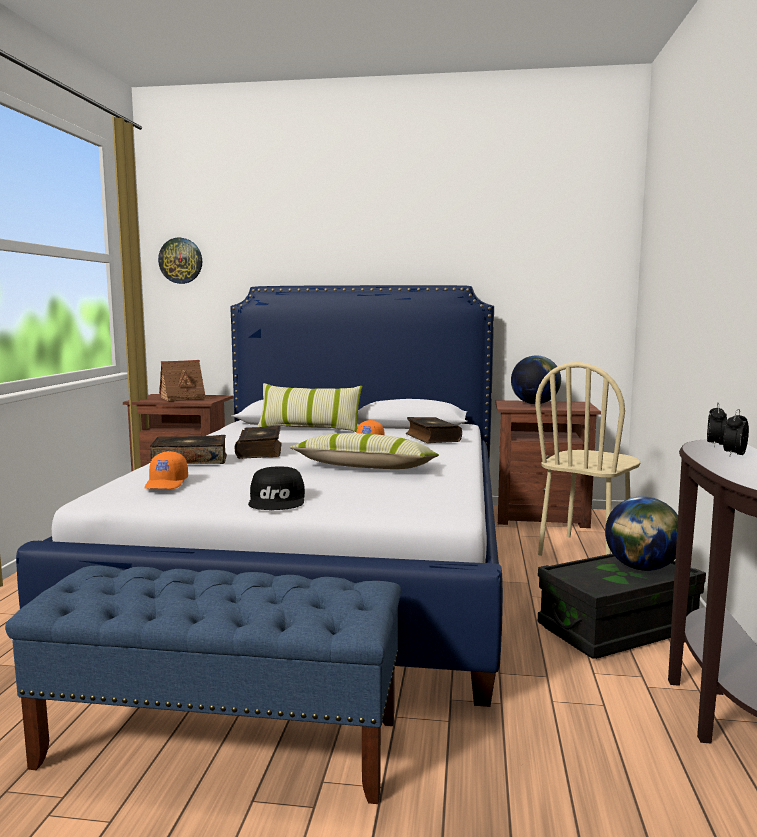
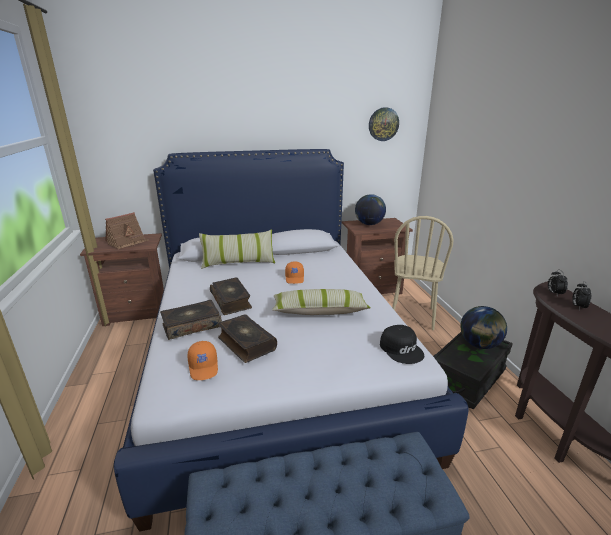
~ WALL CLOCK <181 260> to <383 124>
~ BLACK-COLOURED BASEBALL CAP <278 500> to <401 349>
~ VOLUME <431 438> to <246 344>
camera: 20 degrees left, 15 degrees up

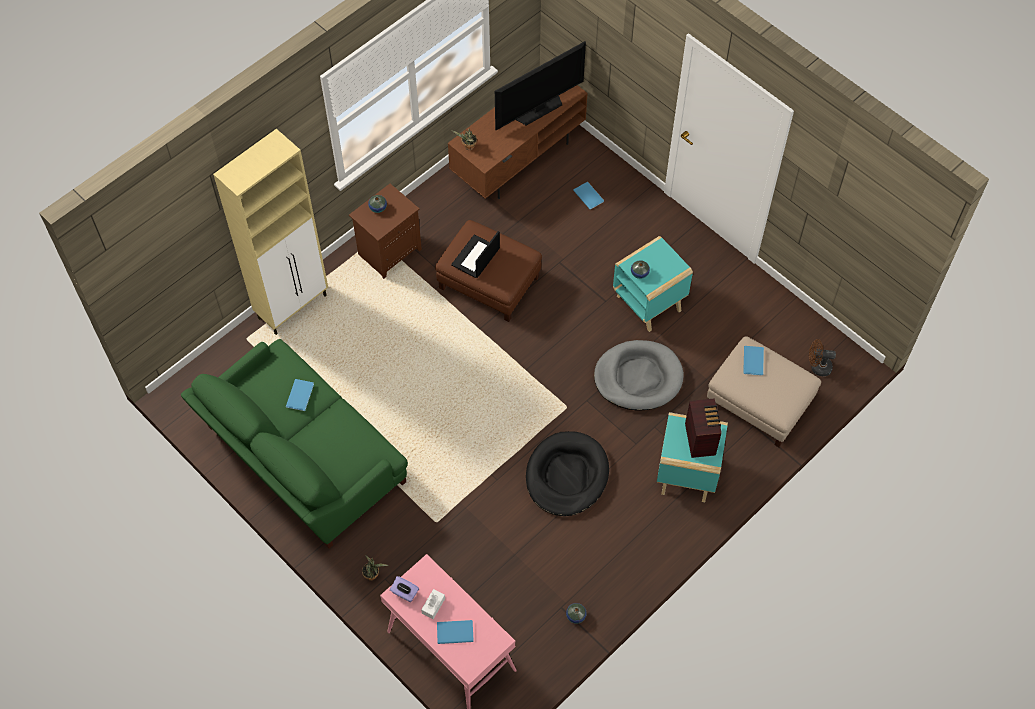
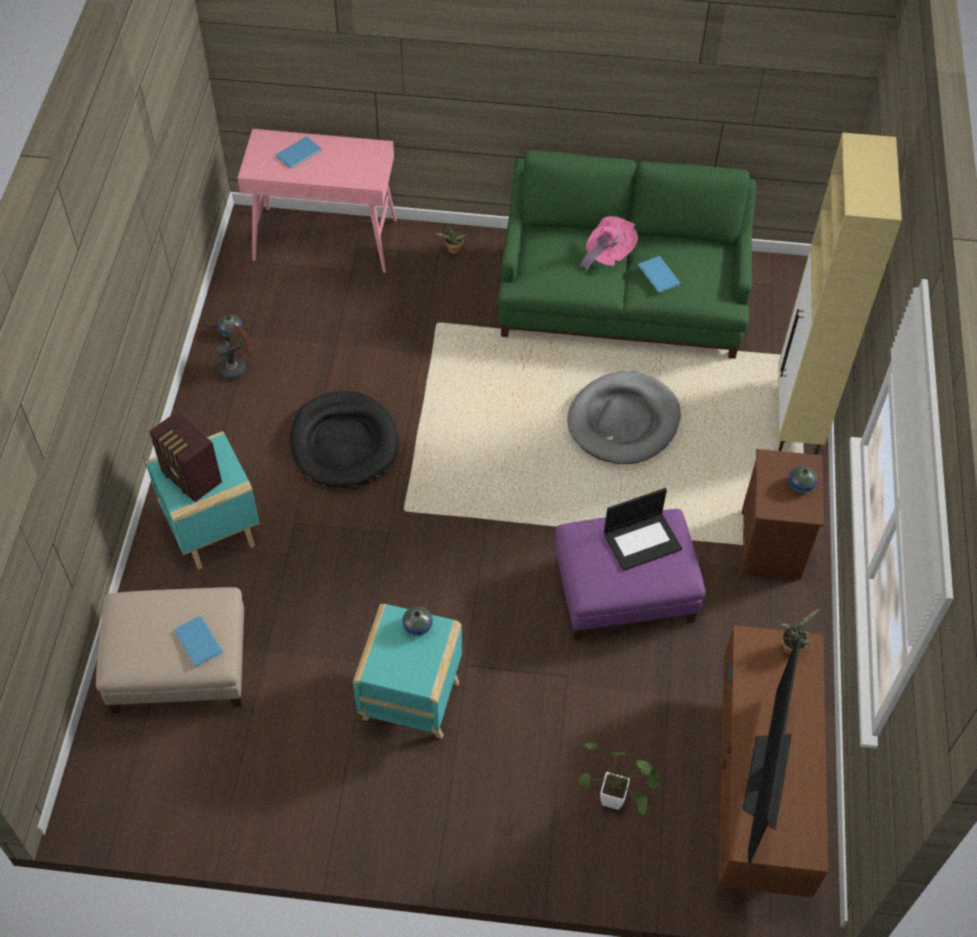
- PURPLE TISSUE BOX <404 593>
- WHITISH TISSUE BOX <433 606>
~ BROWN-COLOURED FOOTREST <488 282> to PURPLE FOOTREST <624 589>
~ NOTEBOOK COMPUTER <476 257> = <642 540> 75 degrees clockwise
~ BLUE VOLUME <588 195> to HOUSEPLANT <617 802>
~ GREYISH PET BED <638 377> to <623 421>
~ BROWN-COLOURED ELECTRIC FAN <817 367> to <237 368>
+ PINK CLOTHING HAT <607 254>
camera: 140 degrees right, 5 degrees down

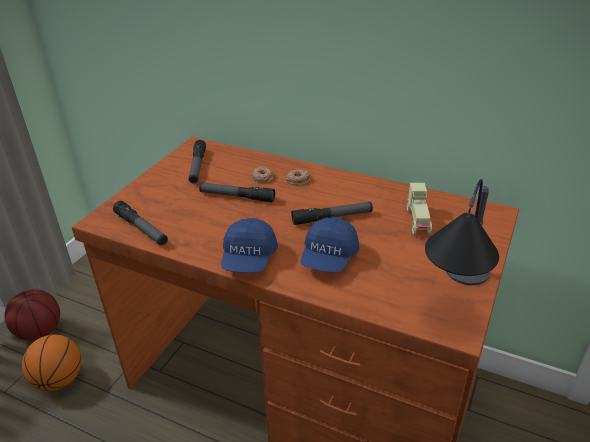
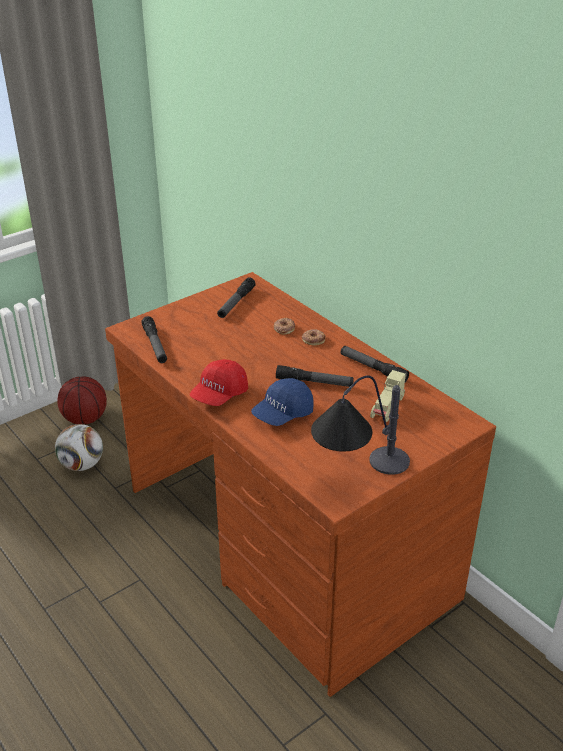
~ BALL FOR BASKETBALL <59 380> to FOOTBALL <82 465>
~ FLASHLIGHT <237 197> to <373 368>
~ BLUE BASEBALL CAP <249 259> to RED-COLOURED BASEBALL CAP <219 395>
camera: 25 degrees right, 0 degrees up

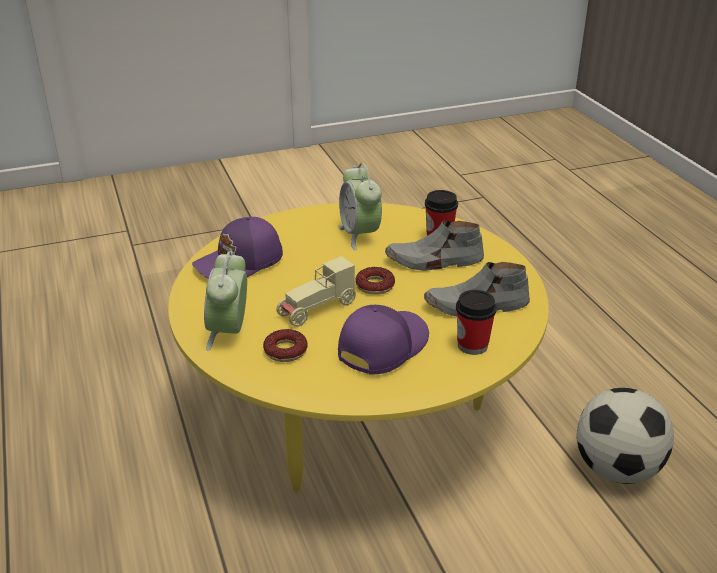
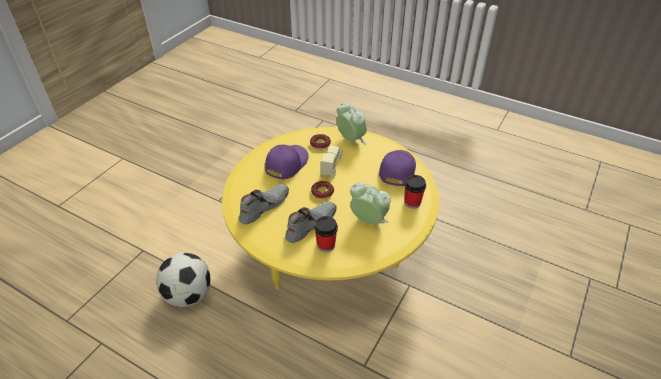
~ PURPLE BASEBALL CAP <381 347> = <286 164> 150 degrees counterclockwise
~ DRINKING CUP <472 345> to <412 203>
camera: 140 degrees right, 10 degrees up

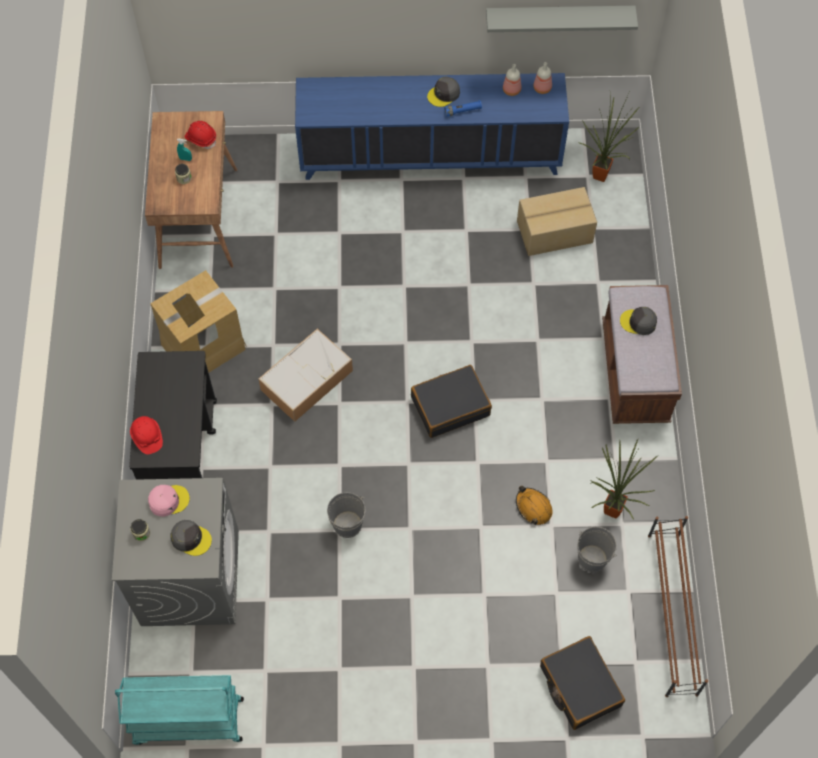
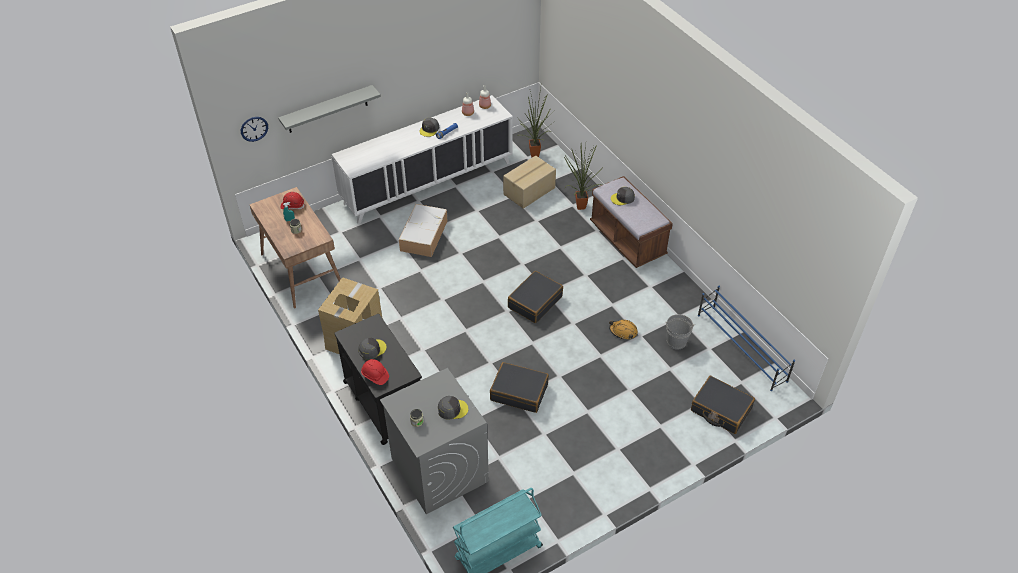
- PINK BASEBALL CAP <168 500>
~ STORAGE BOX <307 379> to <424 235>
~ BLUE CABINET <430 156> to WHITISH CABINET <427 183>
~ GREYISH PAIL <347 524> to BLACK-COLOURED SUITCASE <519 392>
~ GREYISH BRACKET SHELF <559 17> to <327 109>
~ HOUSEPLANT <609 509> to <578 206>
~ BROWN-COLOURED SHOE STAND <672 614> to BLUE SHOE STAND <741 348>
+ WALL CLOCK <254 128>
+ GREYISH BASEBALL CAP <372 349>
camera: 30 degrees left, 15 degrees down

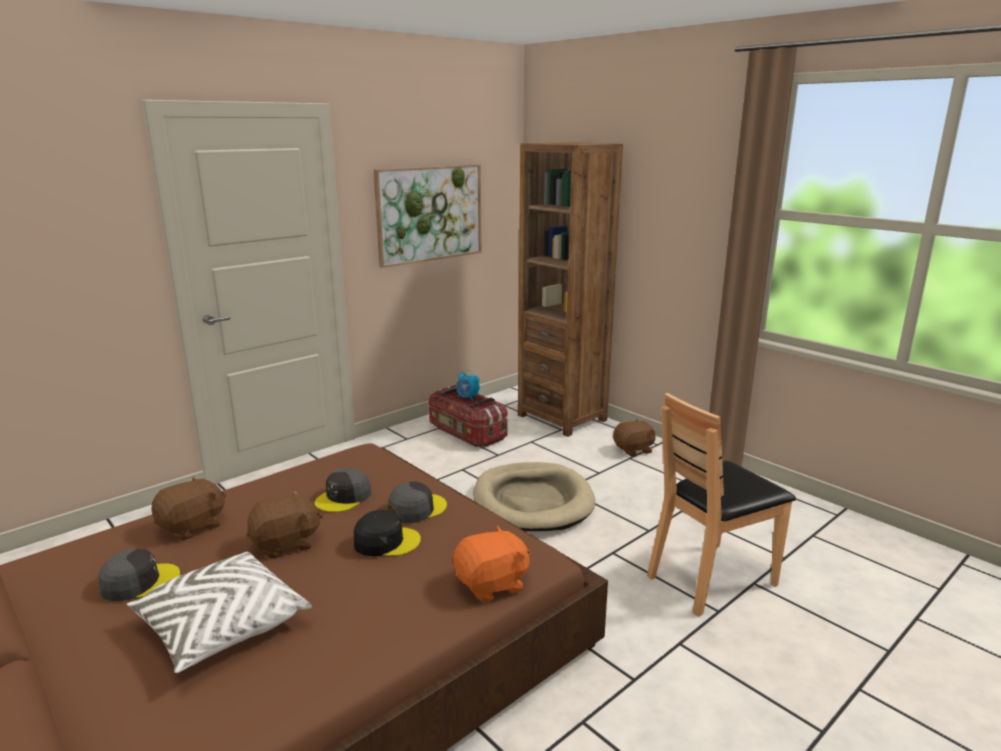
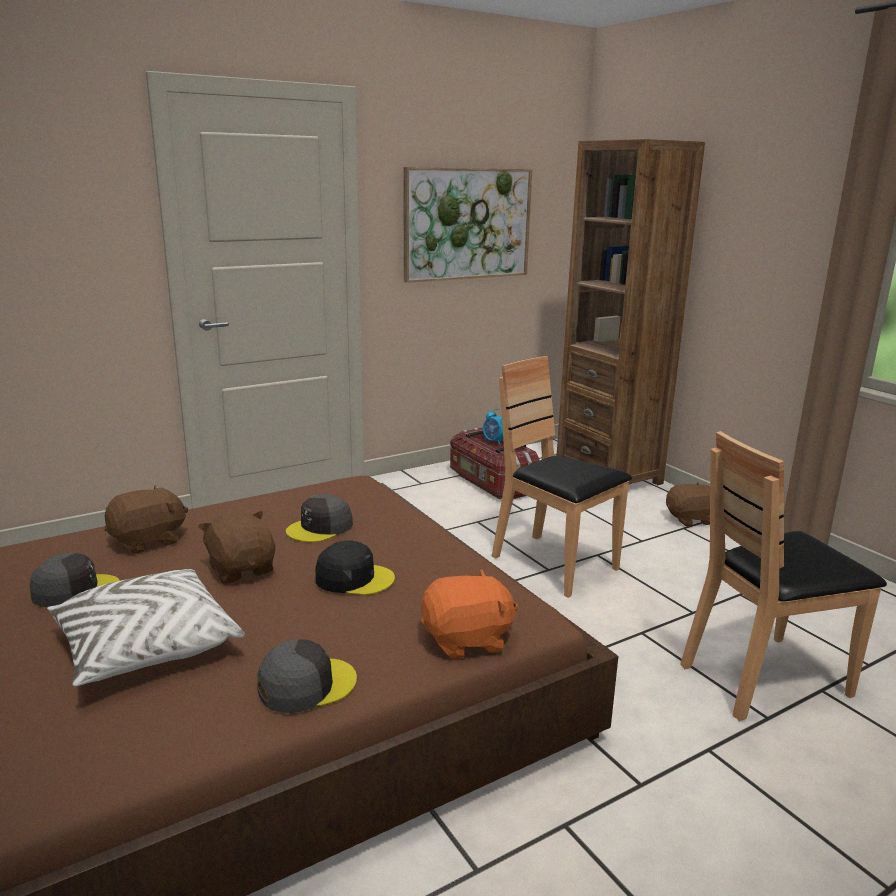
~ BROWN-COLOURED PLUSH TOY <286 544> = <242 569> 105 degrees counterclockwise
~ GREYISH BASEBALL CAP <416 509> to <306 685>
~ BEIGE-COLOURED PET BED <533 501> to BROWN-COLOURED CHAIR <554 564>
camera: 10 degrees right, 0 degrees up

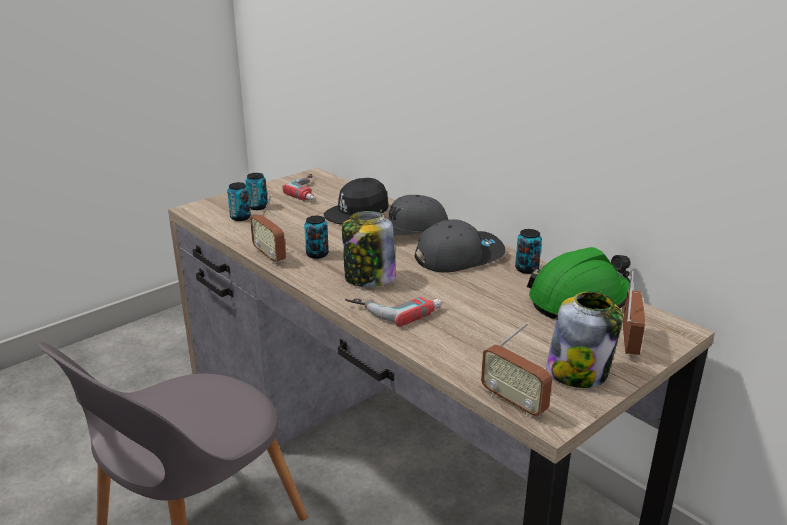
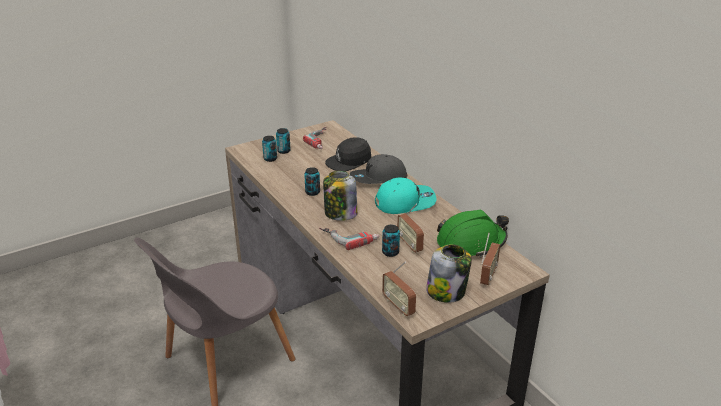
~ RADIO SET <269 256> to <410 245>
~ GREYISH BASEBALL CAP <459 256> to BLUE-GREEN BASEBALL CAP <405 202>
~ CAN <526 269> to <390 252>
camera: 10 degrees right, 5 degrees up

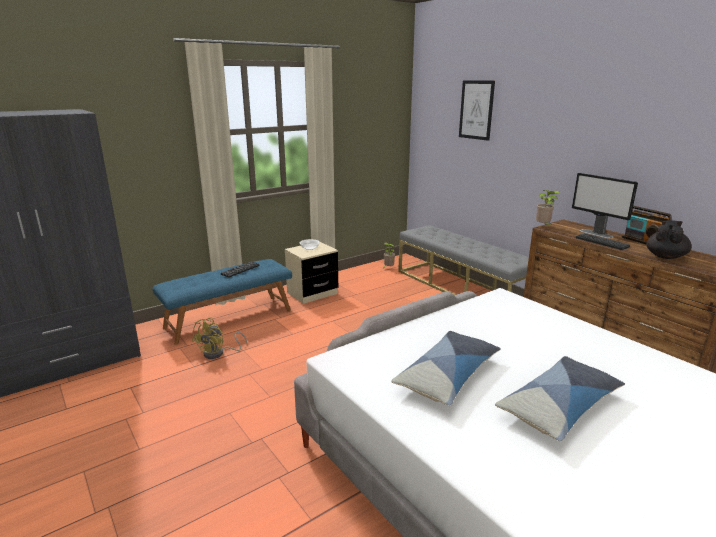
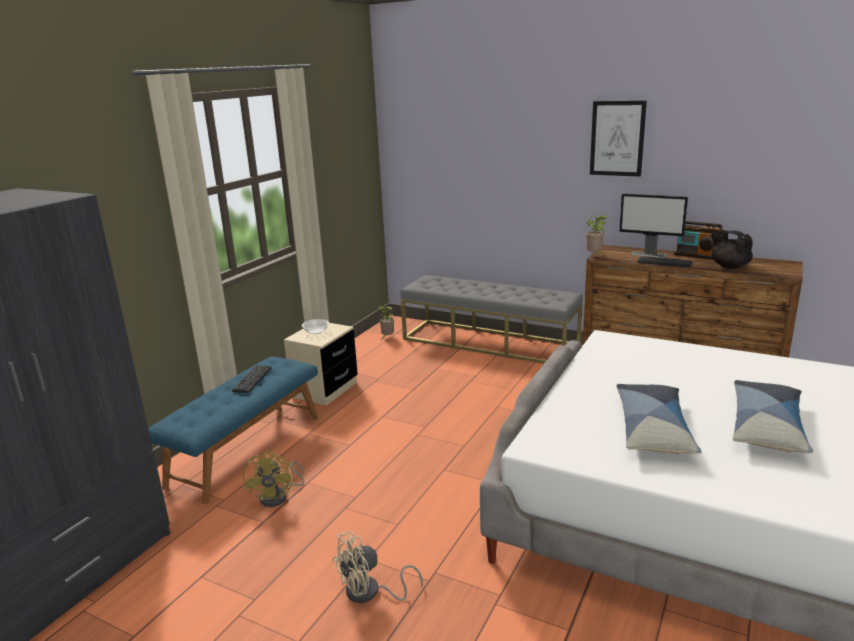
~ PICTURE <476 110> to <617 138>
~ BLACK-COLOURED TEAPOT <665 256> = <729 266> 45 degrees counterclockwise
+ BEIGE-COLOURED ELECTRIC FAN <370 593>
camera: 25 degrees left, 0 degrees up

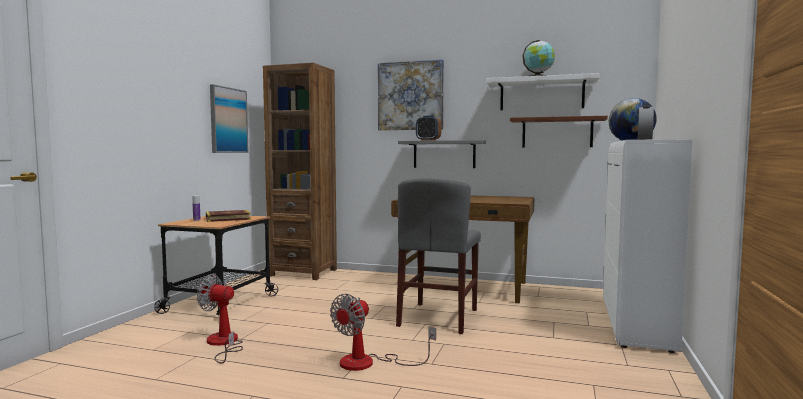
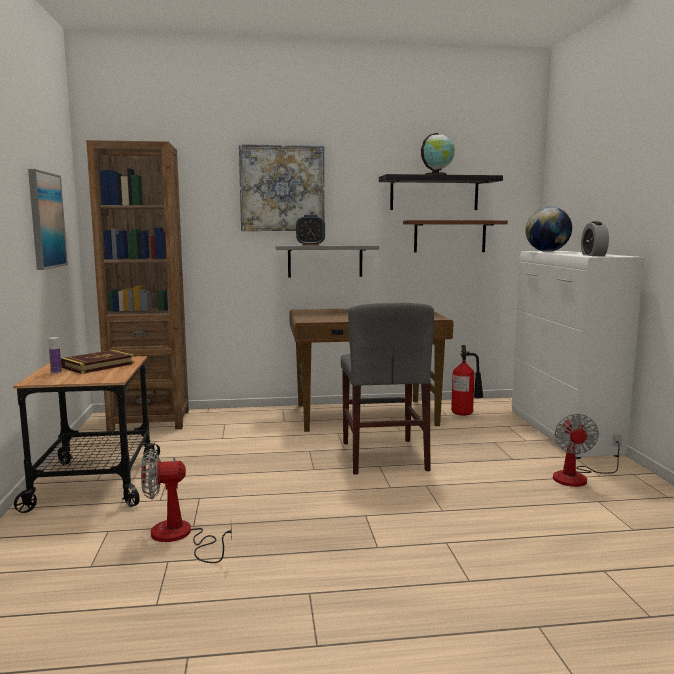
~ ELECTRIC FAN <369 363> to <578 477>
~ WHITISH BRACKET SHELF <541 94> to BLACK-COLOURED BRACKET SHELF <434 193>
+ FIRE-FIGHTING CYLINDER <465 414>
camera: 25 degrees left, 5 degrees up

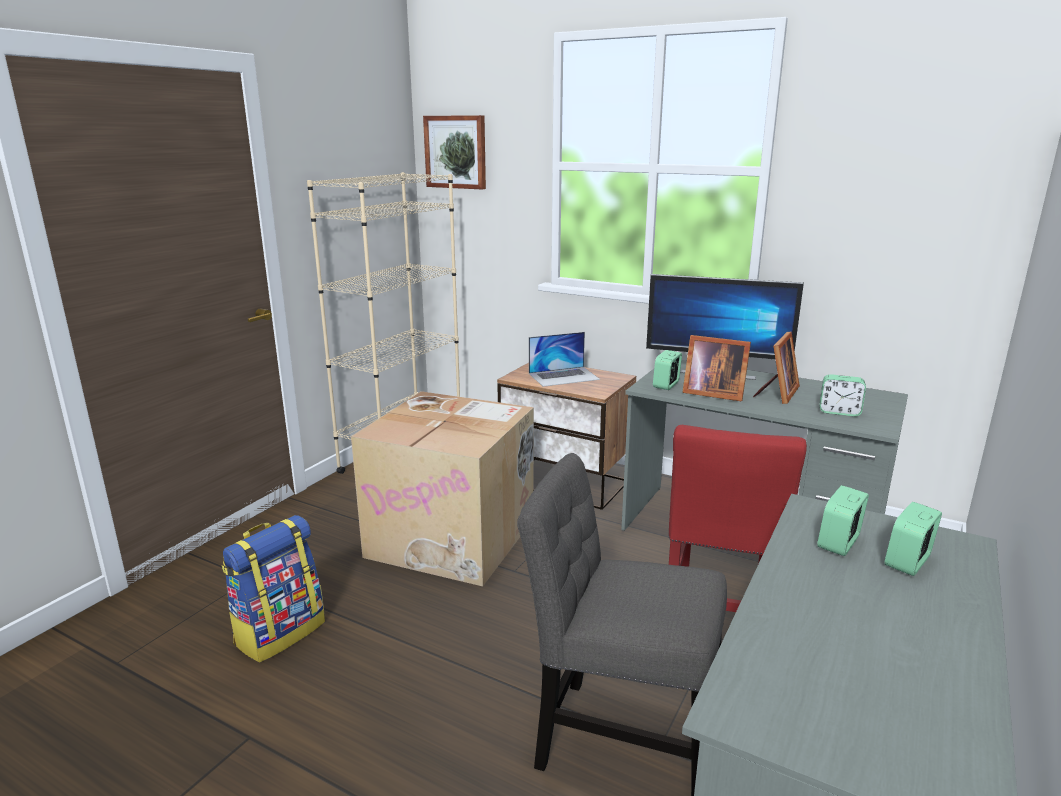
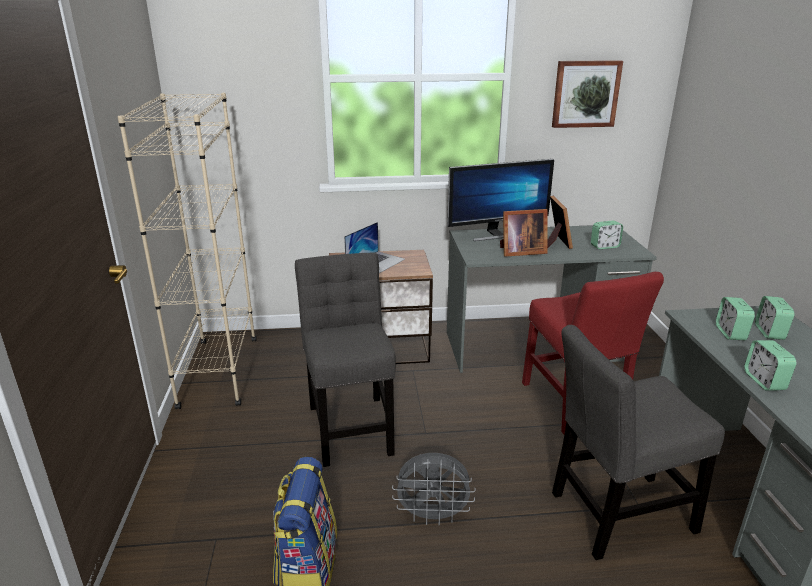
~ CARTON <454 537> to GREYISH CHAIR <350 425>
~ PICTURE <456 152> to <585 94>
~ TABLE CLOCK <666 385> to <764 381>
+ GREYISH ELECTRIC FAN <433 516>
camera: 35 degrees left, 5 degrees up

